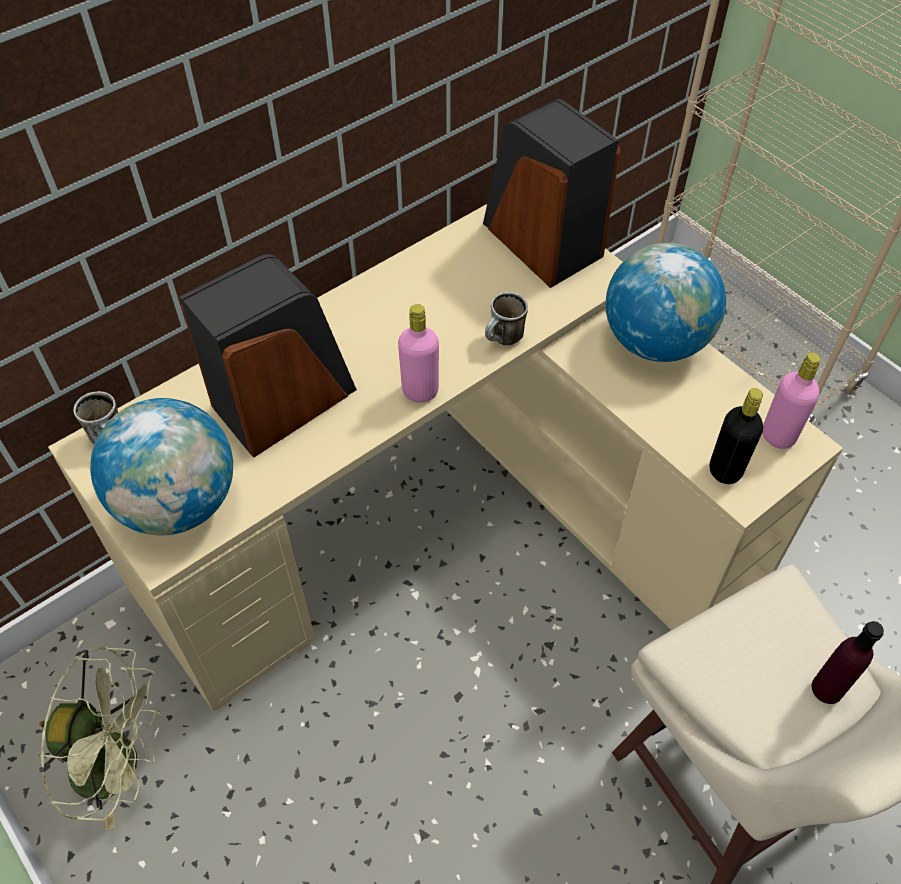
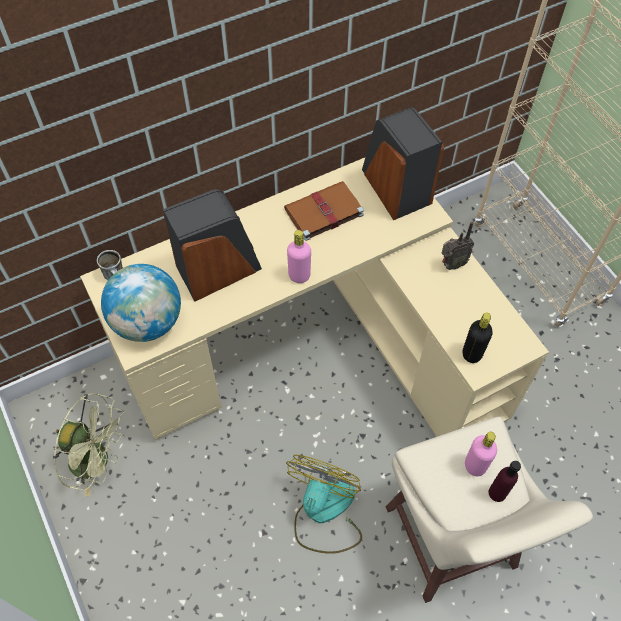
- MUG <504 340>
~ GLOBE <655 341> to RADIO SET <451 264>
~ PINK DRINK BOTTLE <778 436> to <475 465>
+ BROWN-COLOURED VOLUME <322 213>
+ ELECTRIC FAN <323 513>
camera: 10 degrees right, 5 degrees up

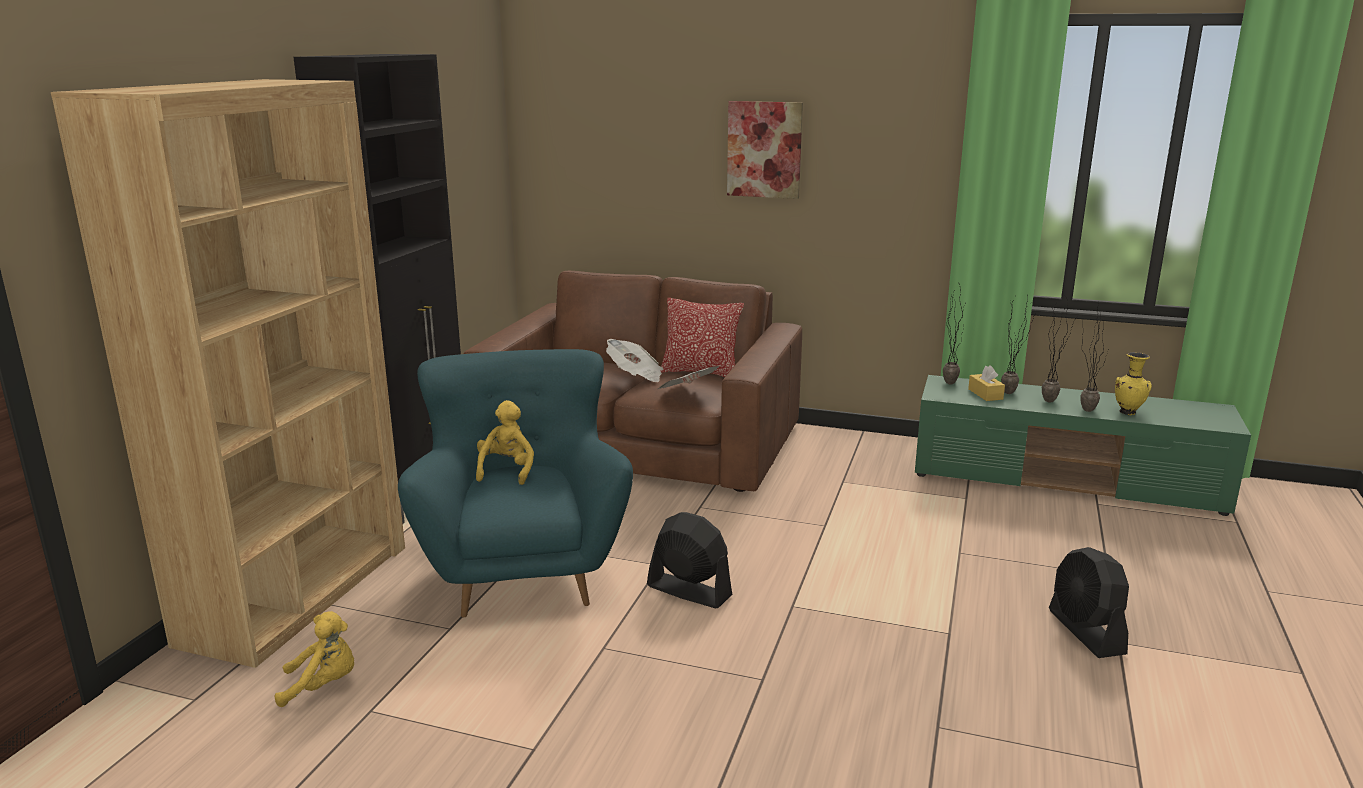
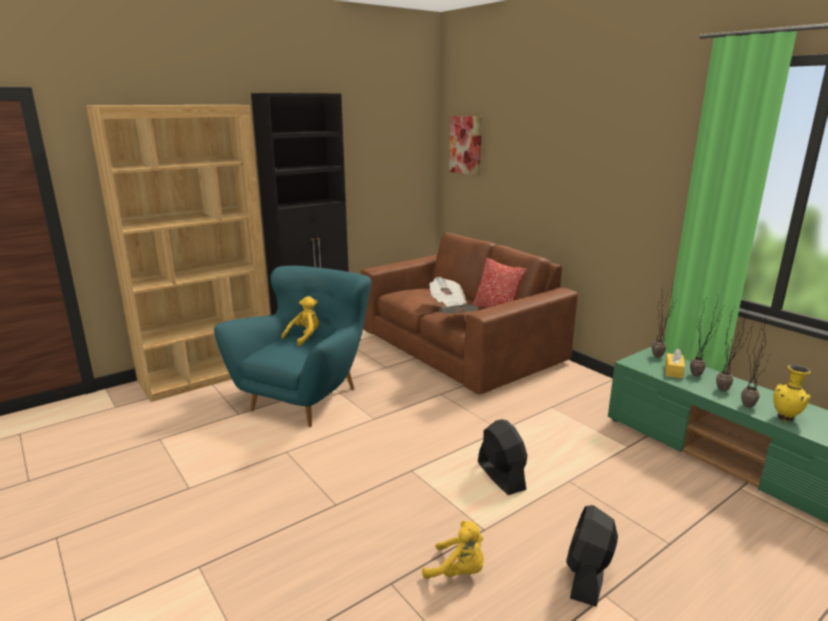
~ YELLOWISH PLUSH TOY <323 685> to <458 572>
~ BLACK-COLOURED ELECTRIC FAN <688 591> to <501 475>
~ PICTURE <764 149> to <466 145>
camera: 35 degrees right, 0 degrees up

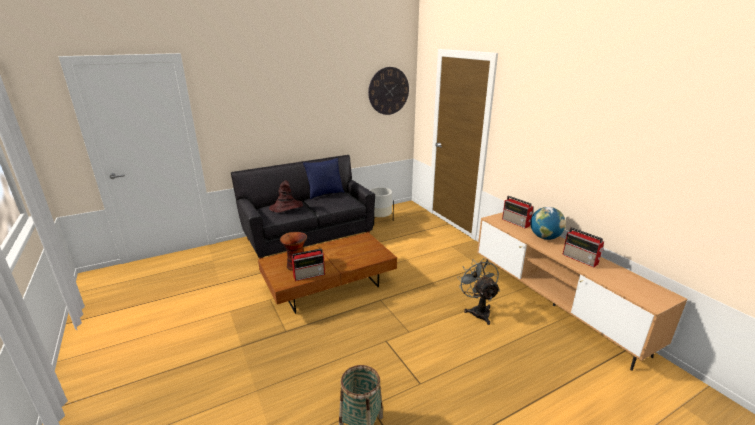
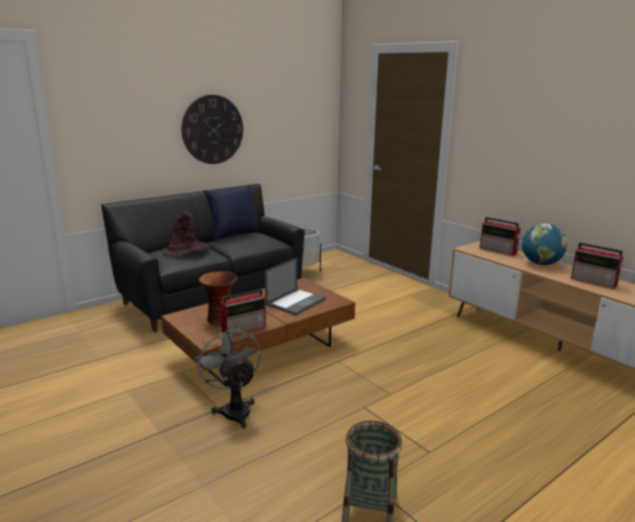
~ WALL CLOCK <388 91> to <212 129>
~ GREYISH ELECTRIC FAN <478 311> to <234 409>
+ NOTEBOOK COMPUTER <296 301>
camera: 10 degrees left, 5 degrees down

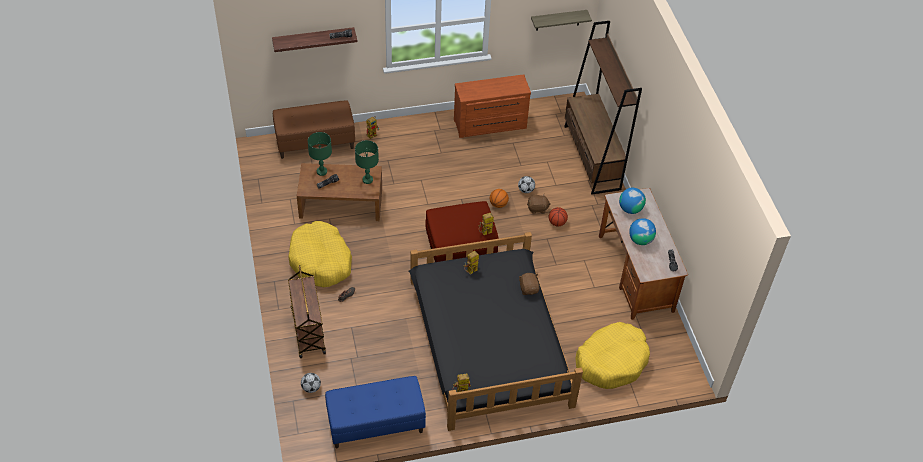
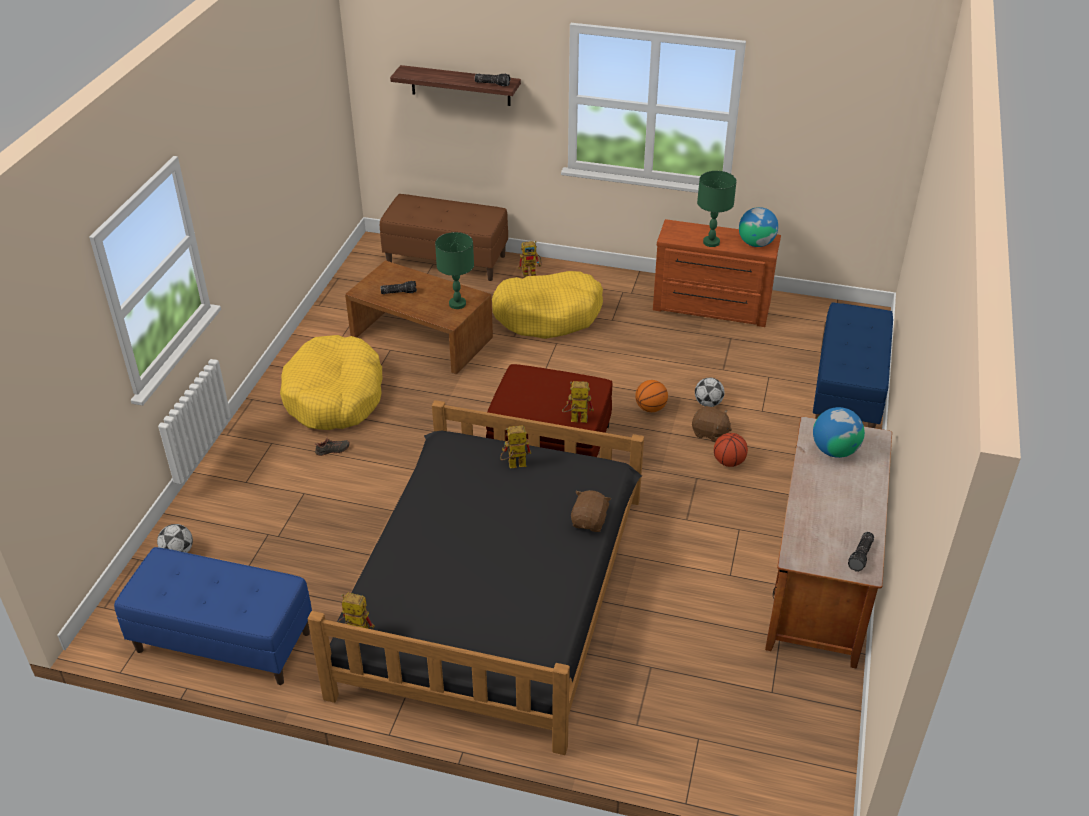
- BROWN-COLOURED TROLLEY <307 330>
~ GREEN-COLOURED TABLE LAMP <321 171> to <711 242>
- BRACKET SHELF <558 20>
~ BROWN-COLOURED BOOKCASE <592 157> to BLUE INDOOR BENCH <848 393>
~ YELLOWISH PET BED <611 361> to <548 314>
~ GLOBE <640 240> to <756 243>
camera: 30 degrees right, 10 degrees down

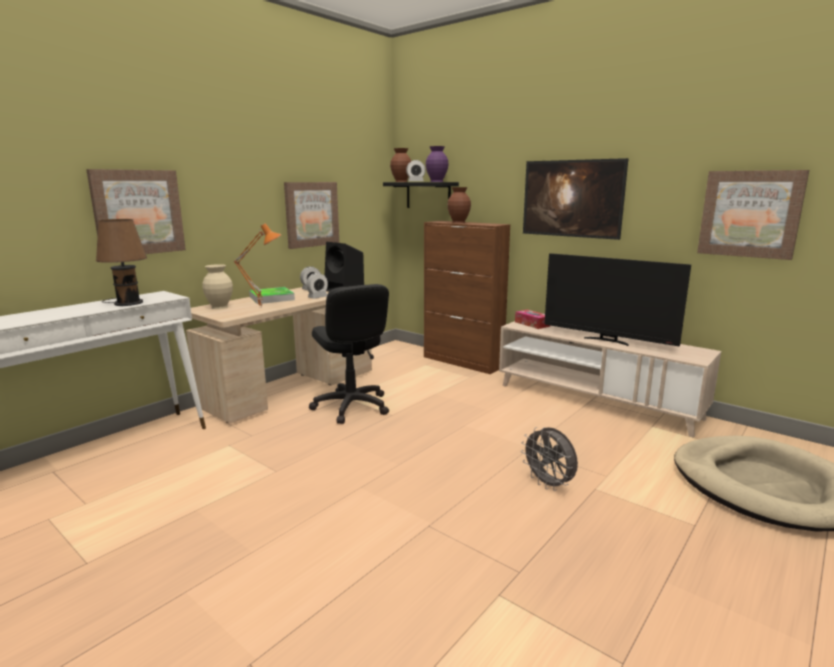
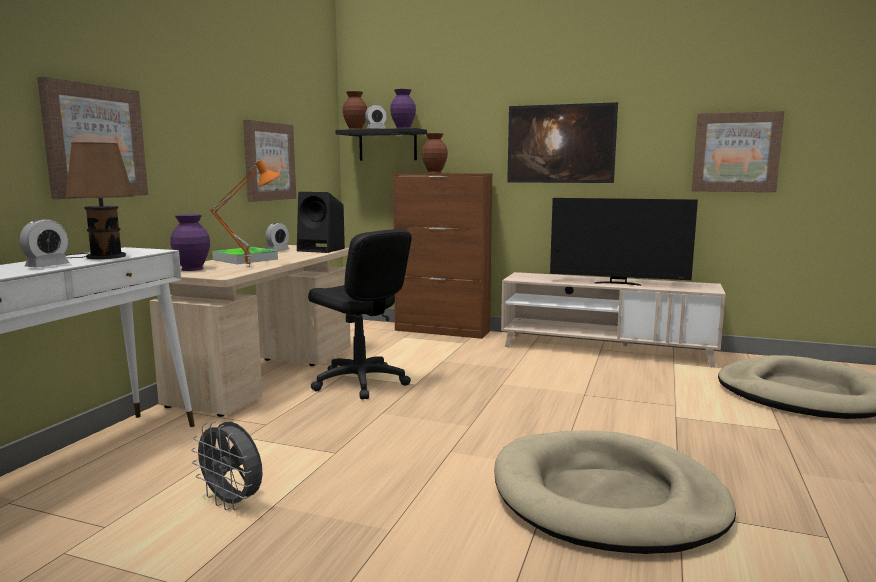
~ BEIGE-COLOURED VASE <220 307> to PURPLE VASE <193 269>
~ TABLE CLOCK <317 297> to <47 266>
- TISSUE BOX <532 324>
~ GREYISH ELECTRIC FAN <549 484> to <233 503>
+ BEIGE-COLOURED PET BED <607 498>
camera: 20 degrees left, 5 degrees down

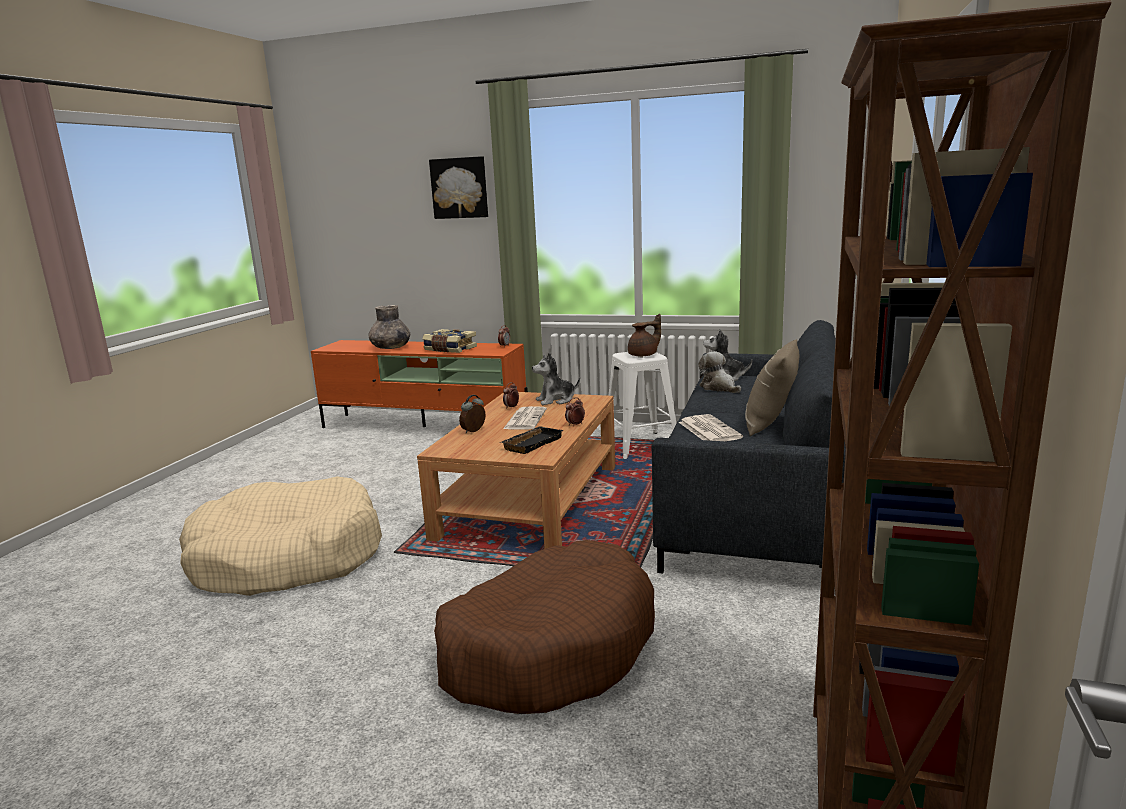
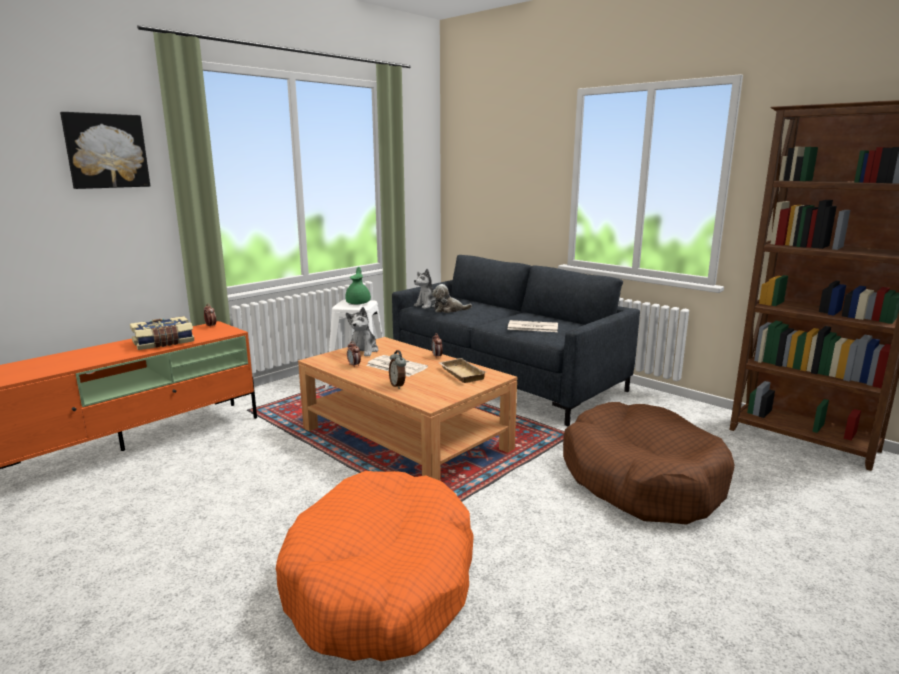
~ BEIGE-COLOURED PET BED <287 558> to ORANGE PET BED <381 583>
- GREYISH VASE <390 348>
~ BLACK-COLOURED SERVING TRAY <531 443> to BEIGE-COLOURED SERVING TRAY <460 374>
~ BROWN-COLOURED TEAPOT <644 355> to GREEN-COLOURED TEAPOT <358 303>
- BEIGE-COLOURED CUSHION <770 424>
camera: 65 degrees left, 0 degrees up

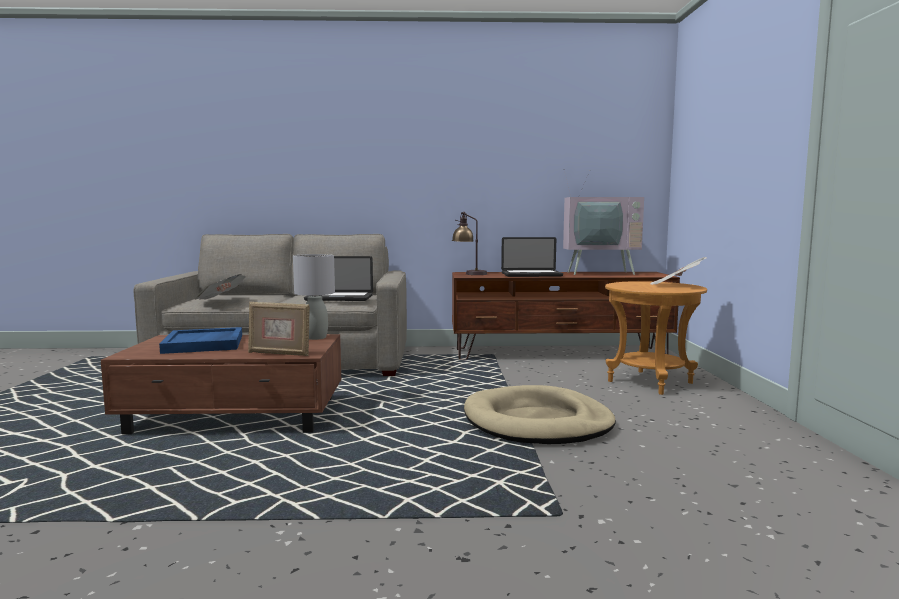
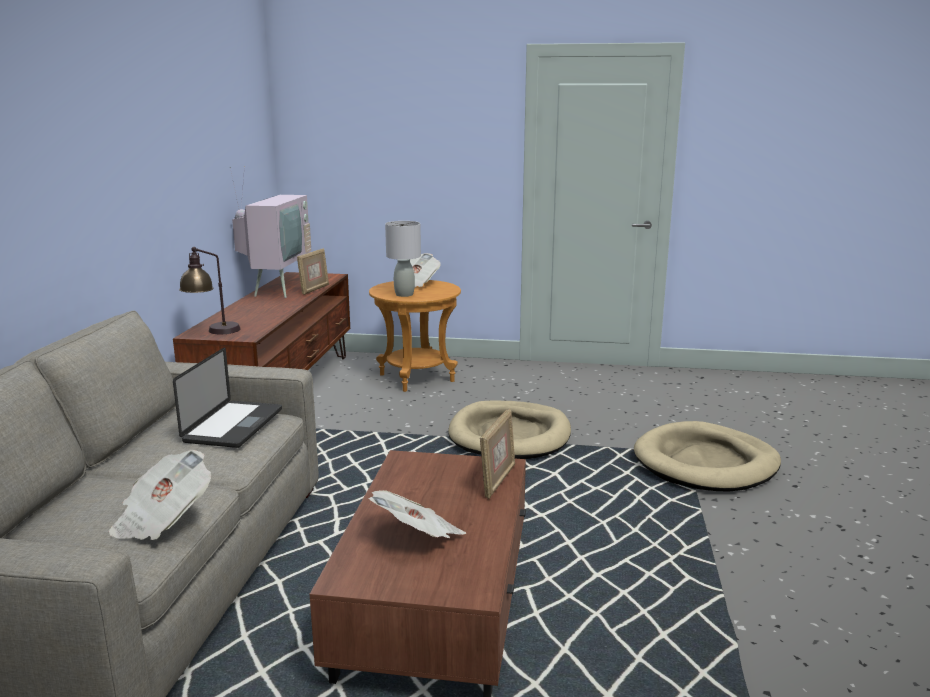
~ BLUE SERVING TRAY <204 344> to DAILY PAPER <418 537>
~ GREYISH TABLE LAMP <316 337> to <404 294>
- NOTEBOOK COMPUTER <531 275>
+ PICTURE FRAME <314 289>
+ BEIGE-COLOURED PET BED <706 463>
camera: 80 degrees left, 10 degrees up

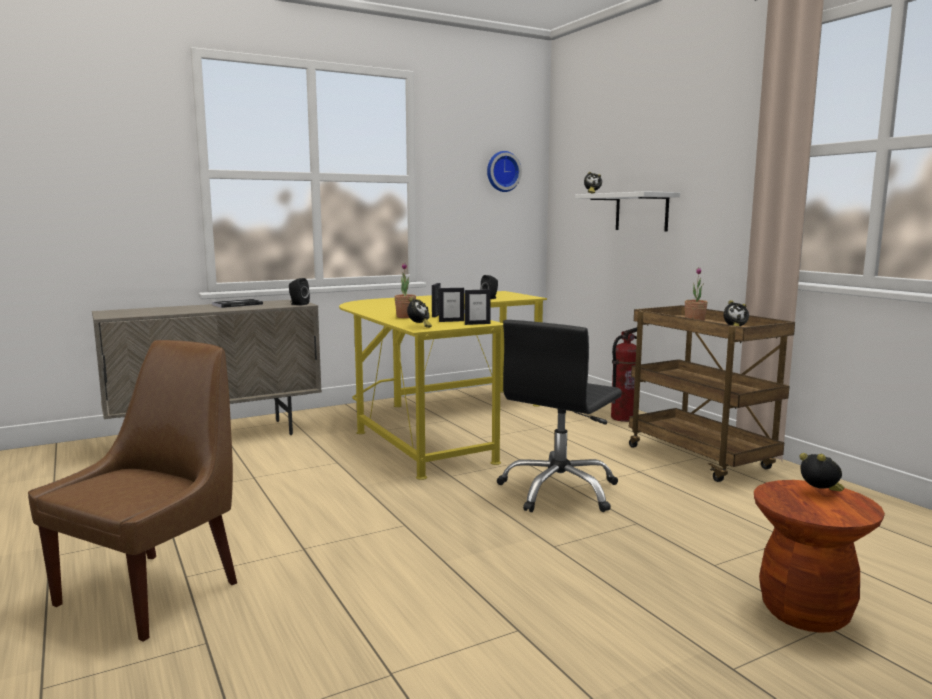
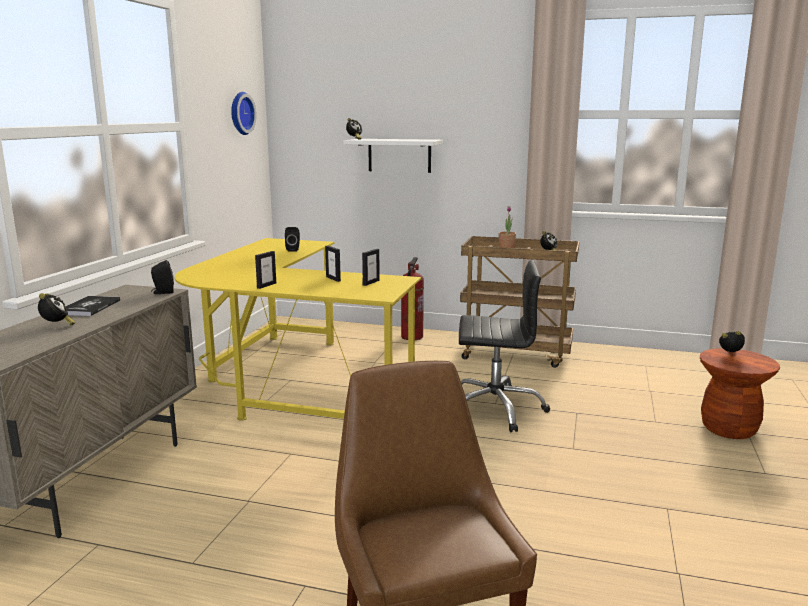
- HOUSEPLANT <405 317>
~ TABLE CLOCK <419 327> to <57 326>
~ PICTURE FRAME <477 324> to <266 285>
~ BLACK-COLOURED OFFICE CHAIR <559 491> = <495 409> 75 degrees counterclockwise
camera: 45 degrees left, 5 degrees up

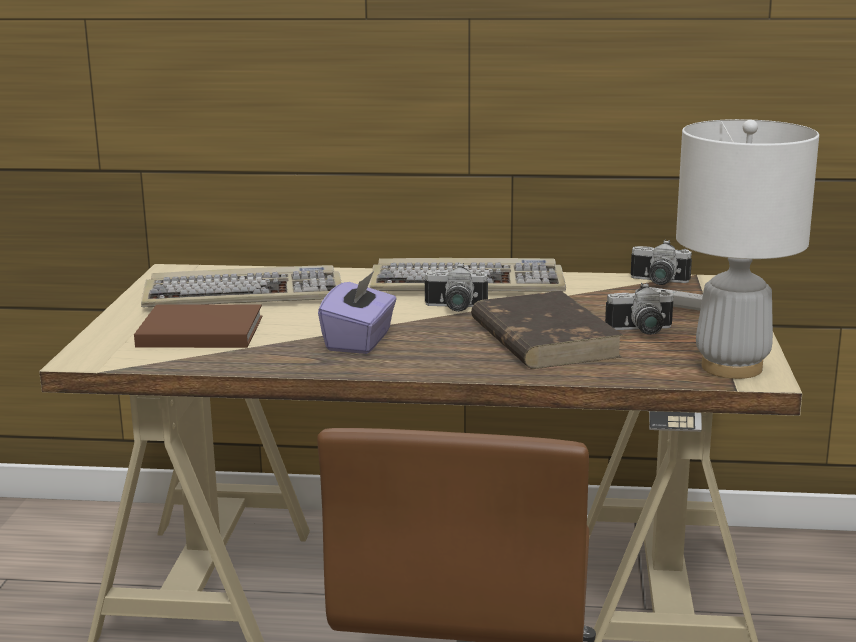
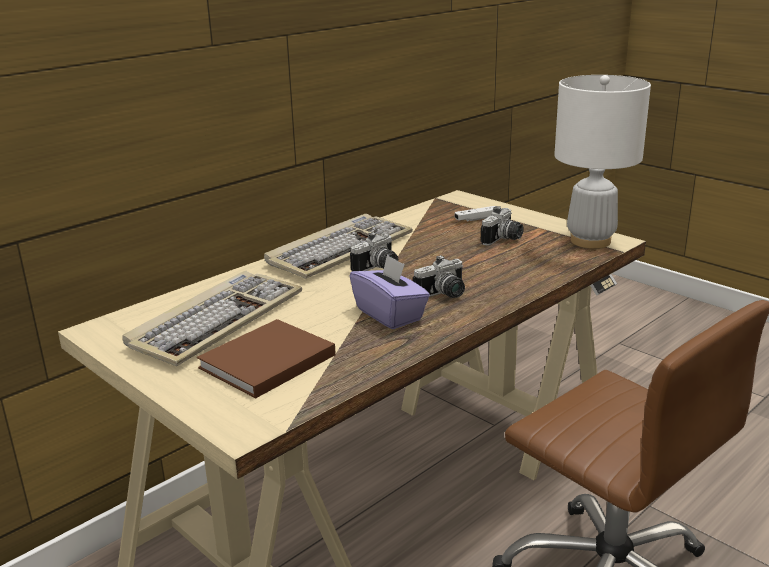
- BROWN-COLOURED VOLUME <543 338>
~ STILL CAMERA <658 282> to <444 295>
camera: 50 degrees left, 5 degrees up

